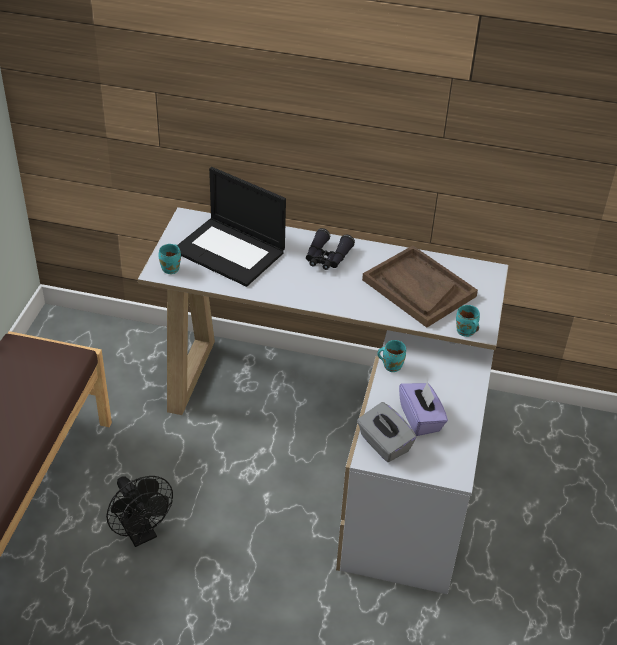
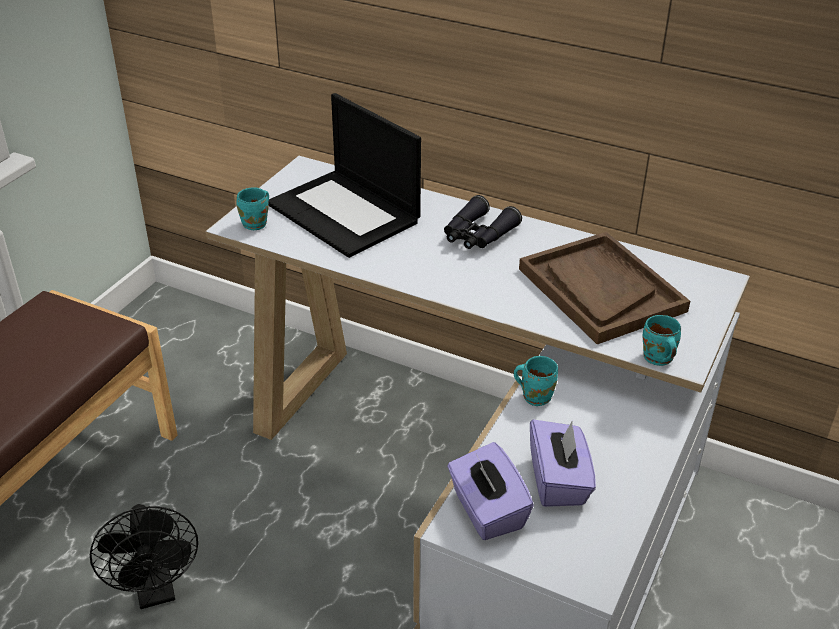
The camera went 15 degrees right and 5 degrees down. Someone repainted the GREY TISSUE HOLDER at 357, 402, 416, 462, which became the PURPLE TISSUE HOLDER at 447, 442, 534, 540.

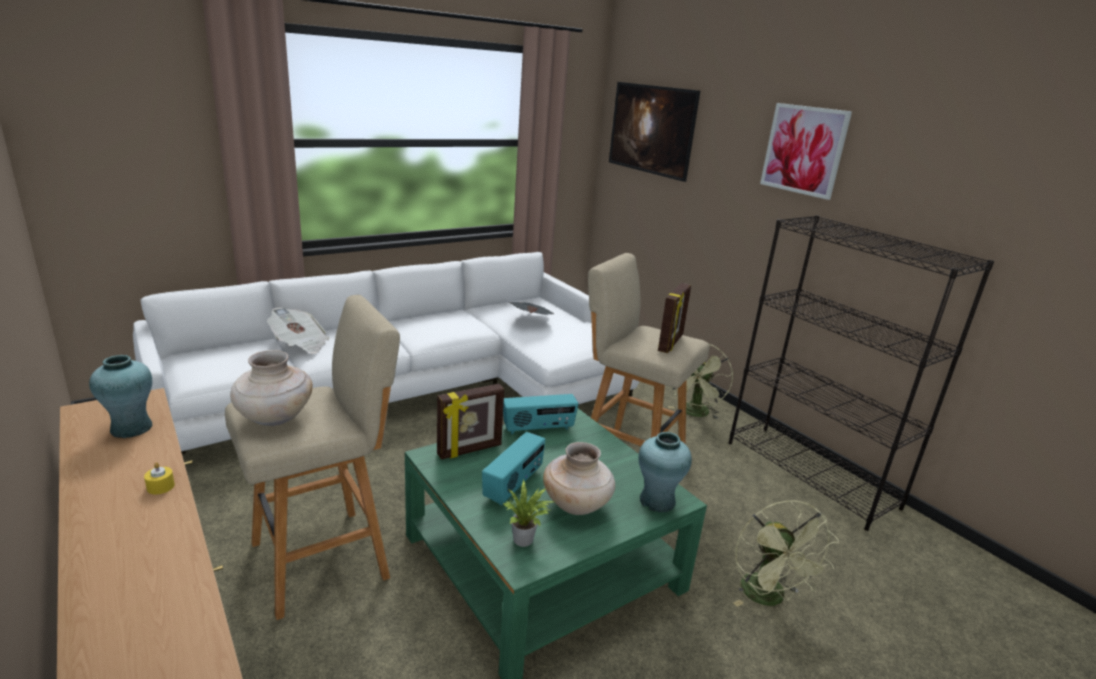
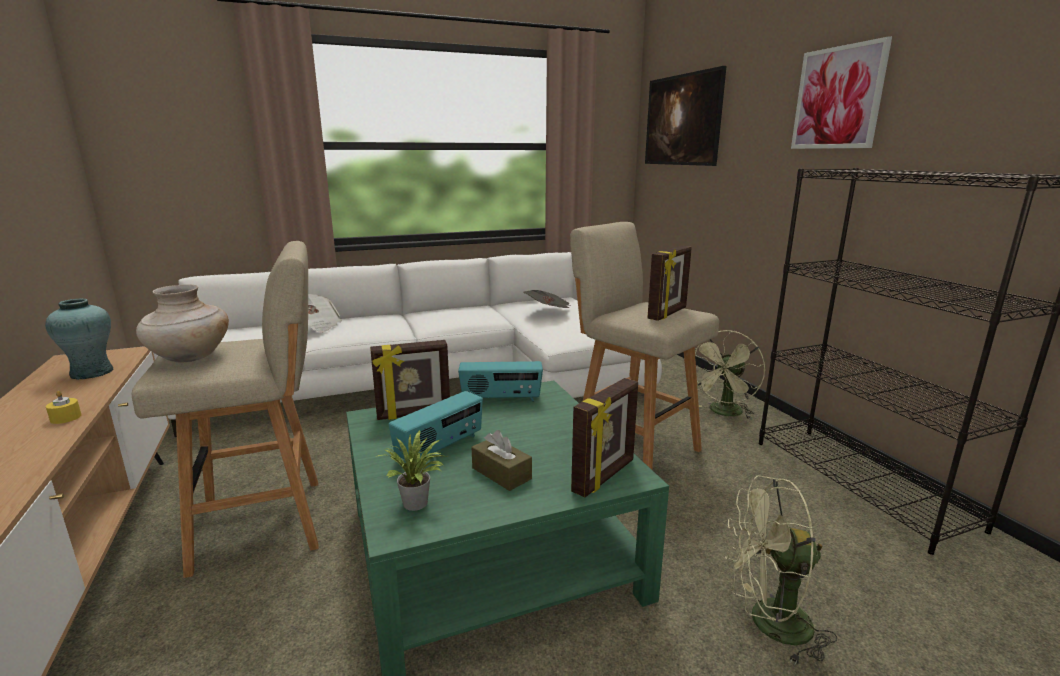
The camera went 15 degrees right and 5 degrees down. Someone swapped the BLUE-GREEN FLOWER VASE at 638, 432, 692, 512 for the STANDING FRAME at 571, 378, 638, 497. Someone swapped the BEIGE FLOWER VASE at 543, 442, 615, 515 for the BROWNISH TISSUE HOLDER at 472, 430, 532, 491. Someone rotated the GREEN ELECTRIC FAN at 733, 500, 839, 607 by 90 degrees clockwise.

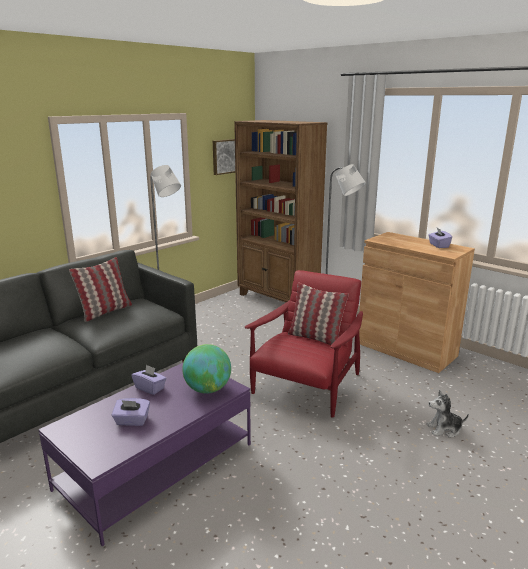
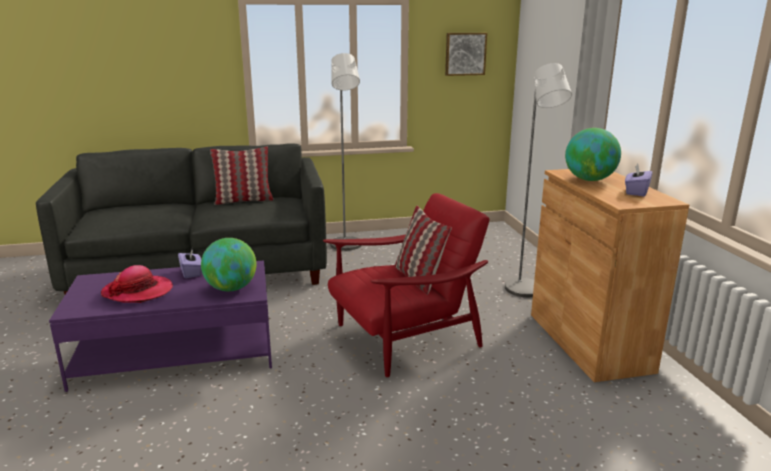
The camera went 35 degrees right and 0 degrees up. Someone took away the BROWNISH BOOKCASE at 234, 120, 327, 302. Someone took away the SOFT TOY at 427, 390, 469, 438. Someone swapped the PURPLE TISSUE HOLDER at 112, 398, 150, 426 for the WEARABLE HAT at 101, 265, 173, 303. Someone put down the WORLD GLOBE at 565, 128, 621, 181.

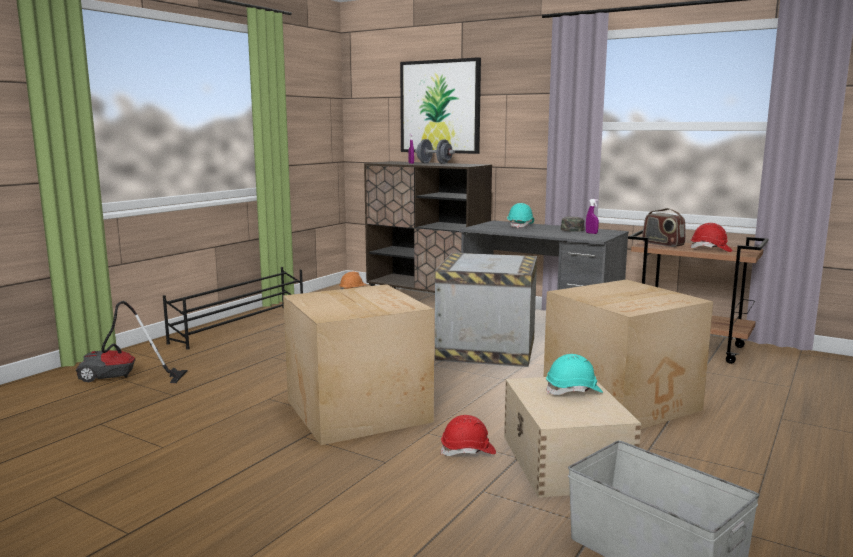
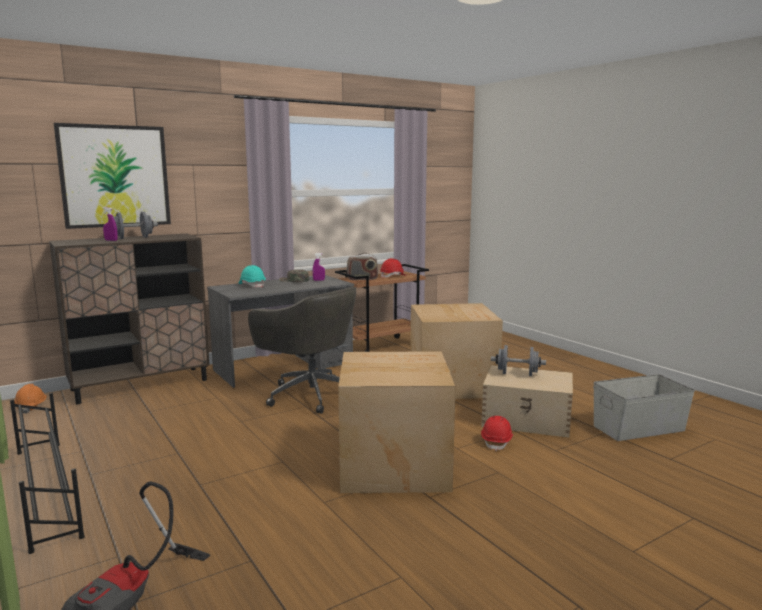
The camera went 65 degrees left and 0 degrees up. Someone swapped the PACKING CRATE at 435, 253, 537, 367 for the GREY COMPUTER CHAIR at 248, 286, 356, 414. Someone swapped the BLUE-GREEN WORK HELMET at 546, 354, 603, 395 for the GREY DUMBBELL at 491, 345, 546, 376.

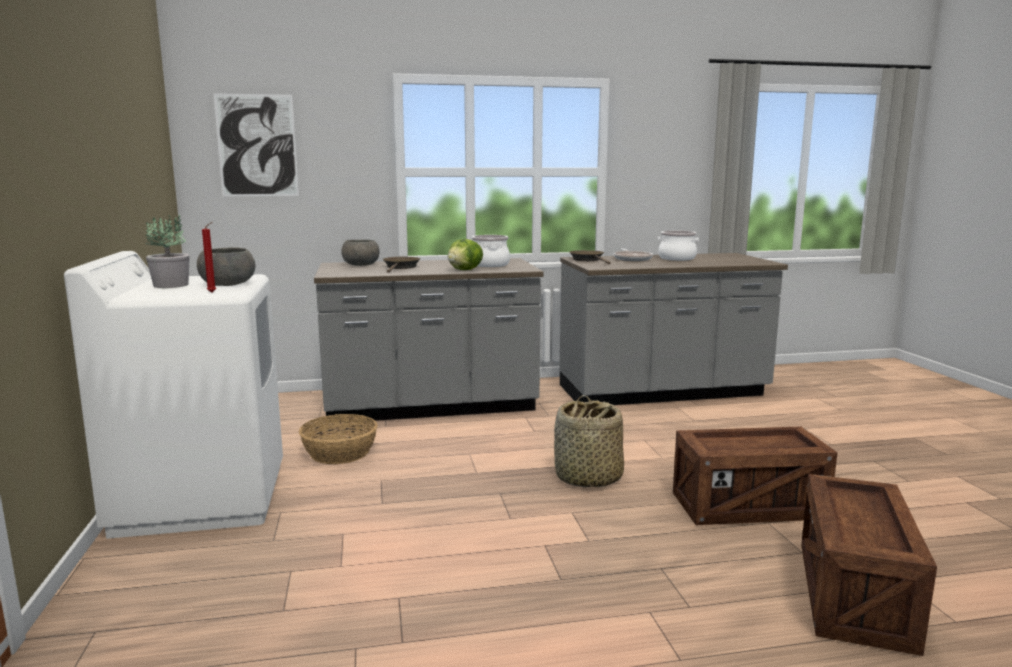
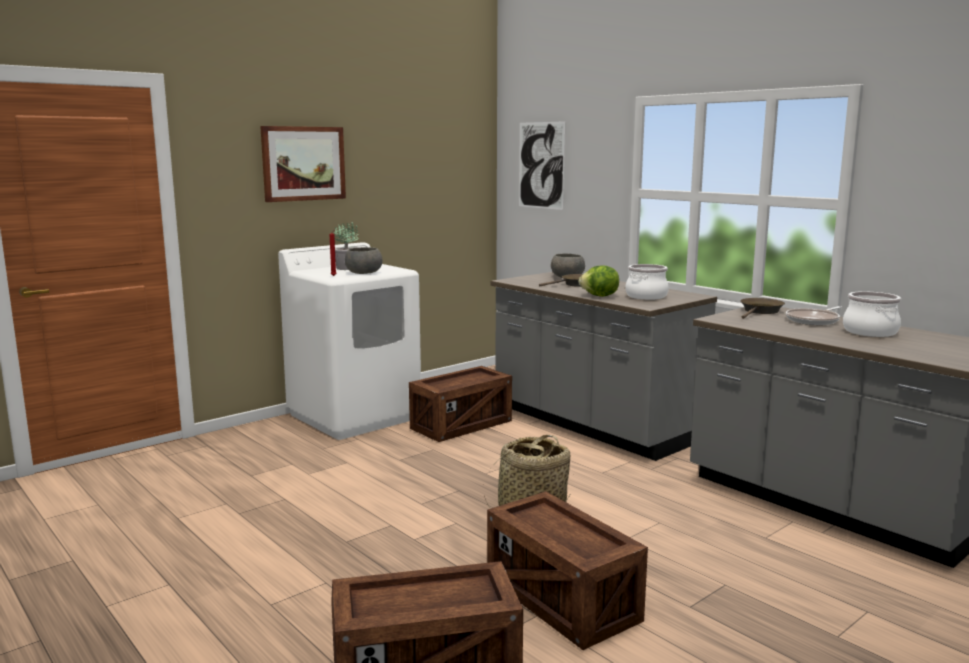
The camera went 60 degrees right and 0 degrees up. Someone swapped the BASKET at 299, 414, 378, 464 for the PACKING CRATE at 409, 366, 512, 442. Someone put up the WALL ART at 260, 126, 346, 202.

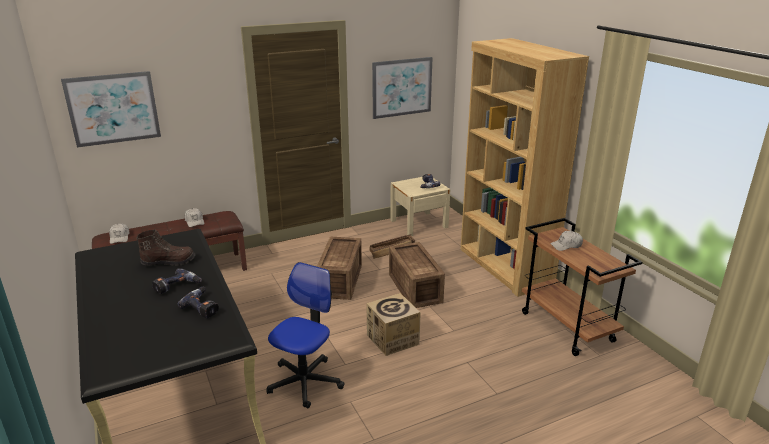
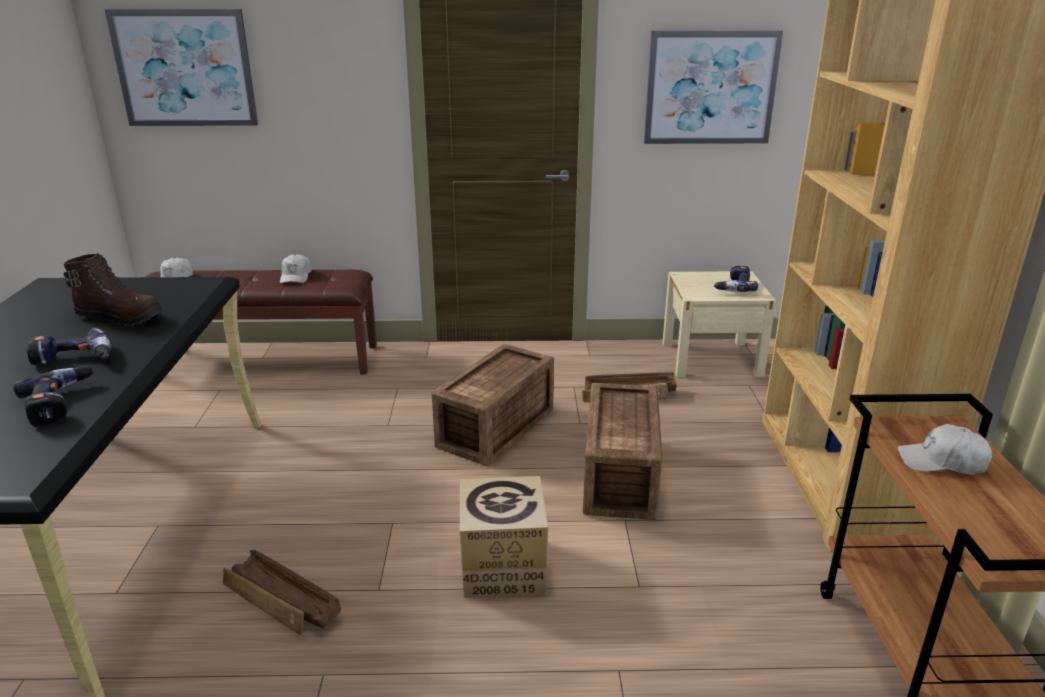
The camera went 25 degrees right and 0 degrees up. Someone swapped the COMPUTER CHAIR at 266, 262, 345, 408 for the PACKING CRATE at 223, 550, 341, 635.

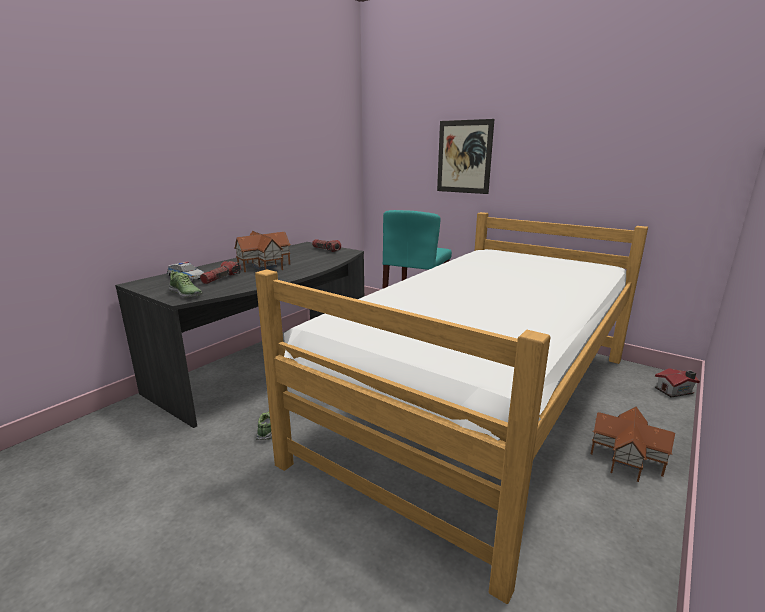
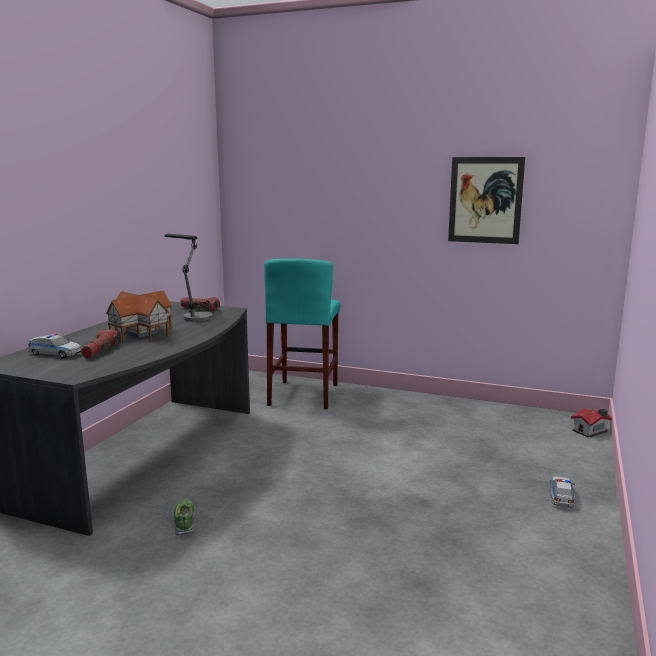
The camera went 15 degrees left and 5 degrees down. Someone carried the WALL ART from 437, 119, 494, 194 to 448, 157, 525, 244. Someone took away the BED at 255, 212, 648, 604. Someone took away the ITEM OF FOOTWEAR at 169, 270, 202, 298. Someone swapped the TOY HOUSE at 591, 407, 675, 482 for the MODEL CAR at 550, 476, 575, 508. Someone put down the TABLETOP LAMP at 164, 234, 213, 322.

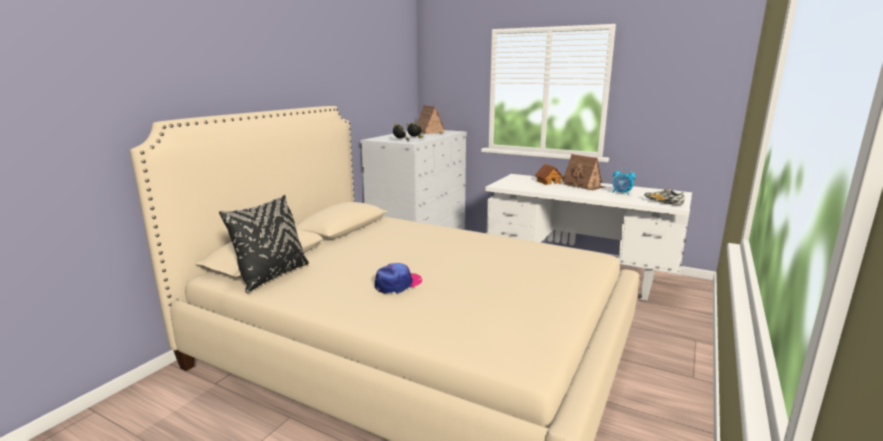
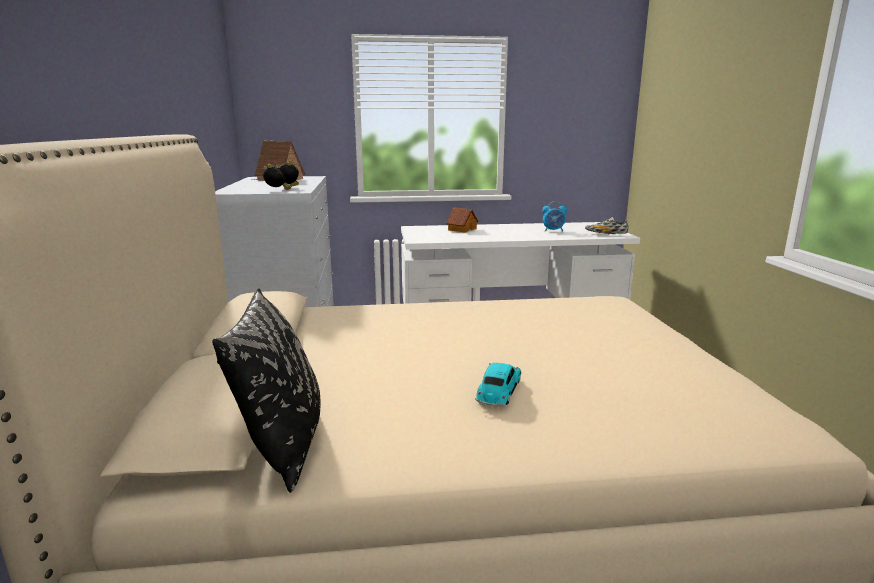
The camera went 35 degrees left and 0 degrees up. Someone took away the TOY HOUSE at 562, 154, 605, 191. Someone swapped the BASEBALL CAP at 375, 263, 422, 294 for the MODEL CAR at 475, 363, 521, 407.

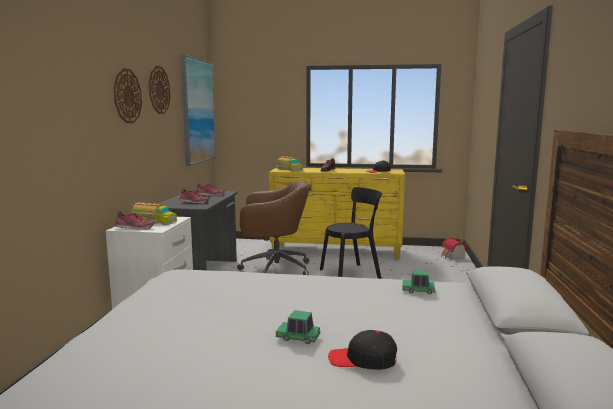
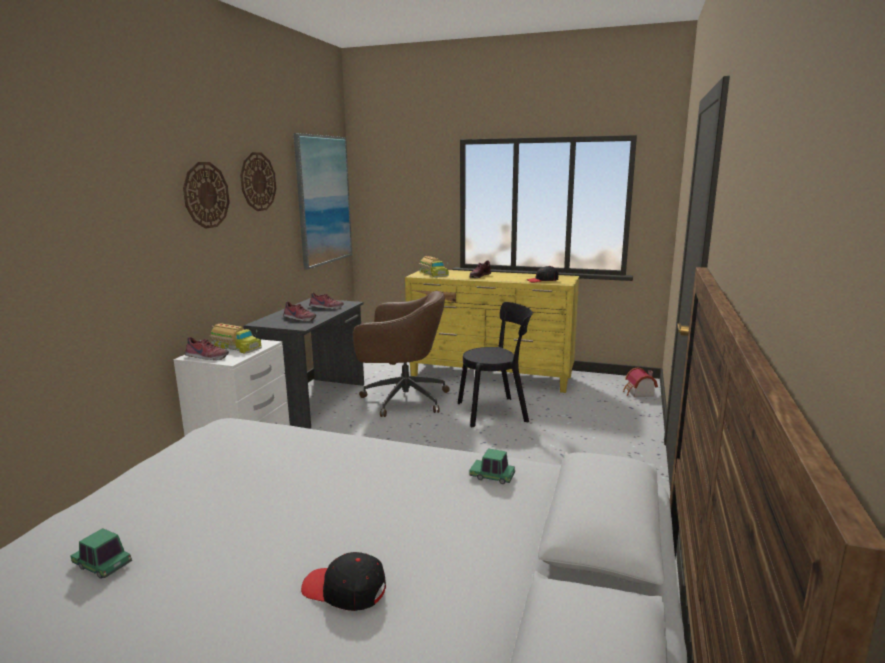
The camera went 10 degrees right and 5 degrees up. Someone carried the MODEL CAR from 276, 310, 321, 344 to 71, 528, 132, 579.

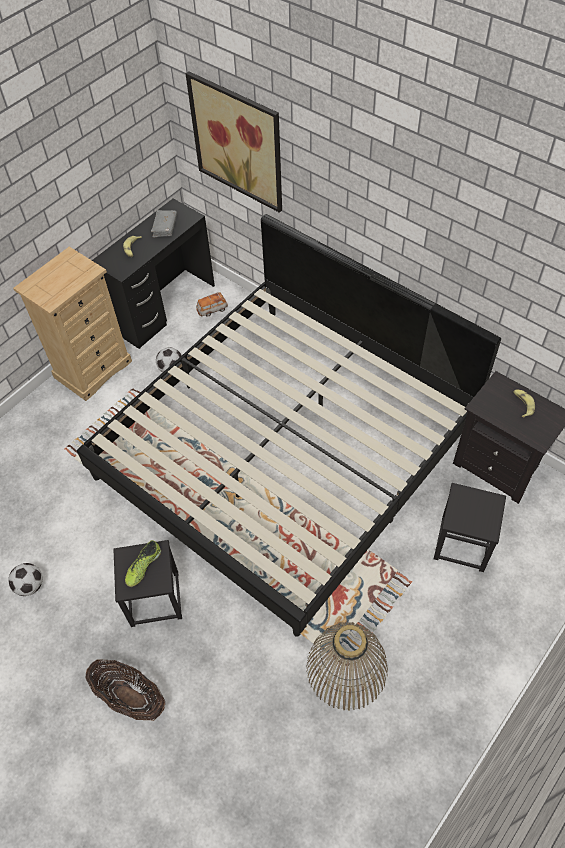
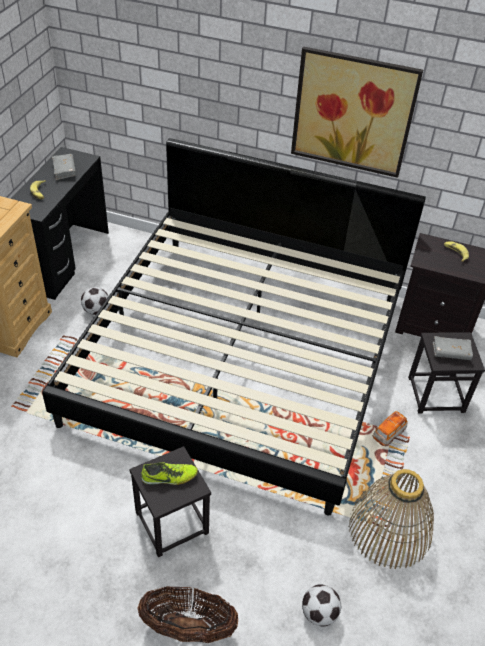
The camera went 25 degrees left and 10 degrees down. Someone carried the WALL ART from 186, 71, 282, 213 to 291, 47, 423, 178. Someone carried the MODEL CAR from 196, 292, 228, 317 to 373, 411, 407, 446. Someone rotated the ITEM OF FOOTWEAR at 125, 540, 161, 587 by 105 degrees counterclockwise. Someone carried the FOOTBALL from 8, 563, 43, 596 to 302, 584, 341, 626. Someone put down the GREY VOLUME at 433, 336, 473, 360.

